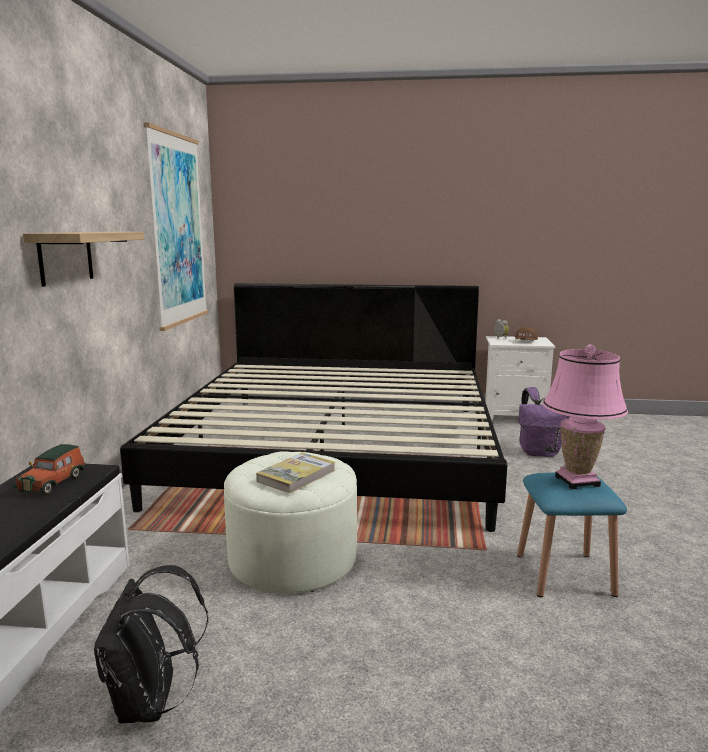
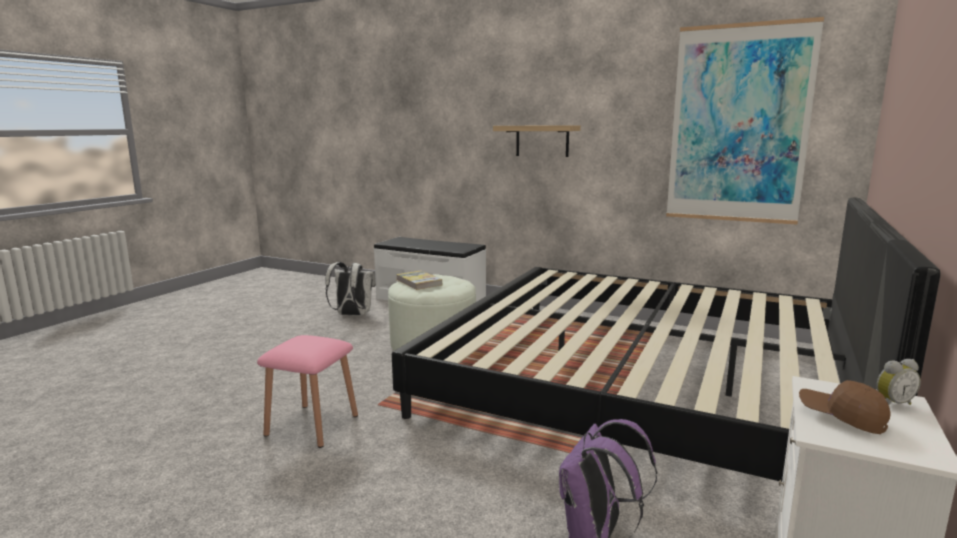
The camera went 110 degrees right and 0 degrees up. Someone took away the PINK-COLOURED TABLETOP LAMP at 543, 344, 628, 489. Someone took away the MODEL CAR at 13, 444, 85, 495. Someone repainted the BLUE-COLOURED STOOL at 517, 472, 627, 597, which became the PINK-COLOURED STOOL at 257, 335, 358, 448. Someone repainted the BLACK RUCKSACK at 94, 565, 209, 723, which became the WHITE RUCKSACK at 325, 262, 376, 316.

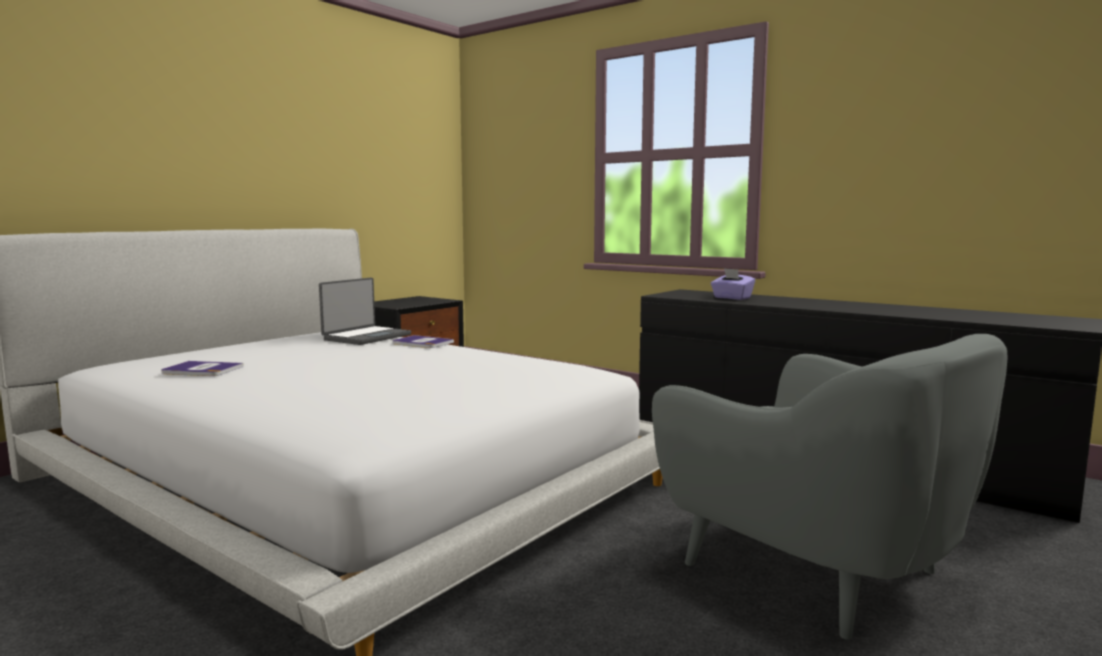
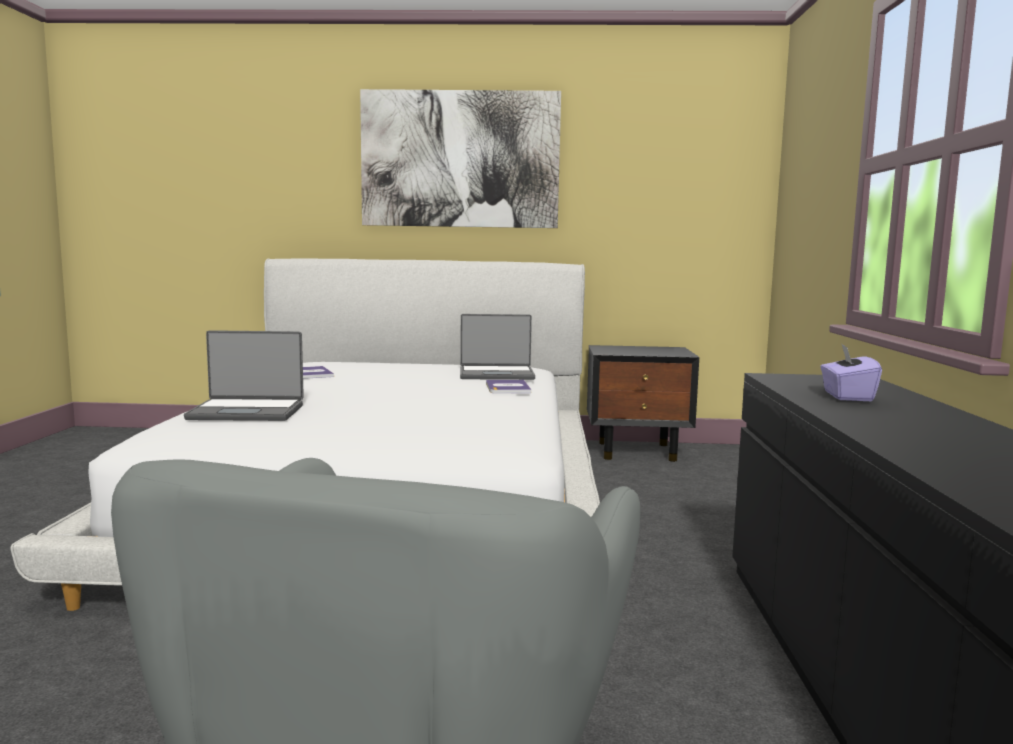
The camera went 55 degrees right and 0 degrees up. Someone put up the WALL ART at 360, 89, 561, 228. Someone put down the NOTEBOOK COMPUTER at 184, 330, 304, 421.

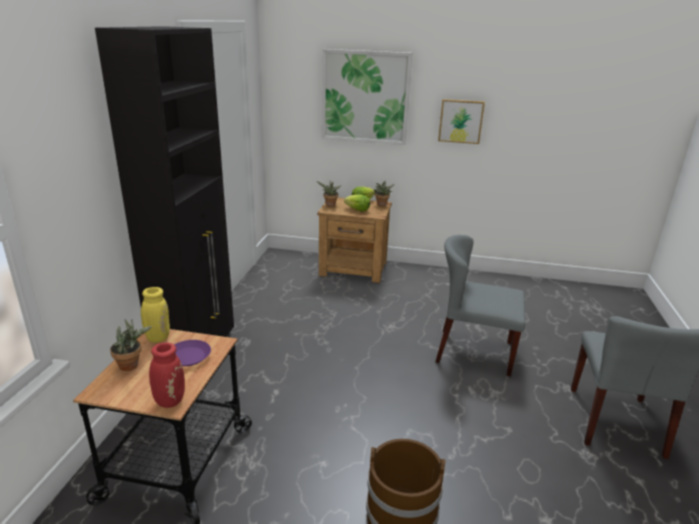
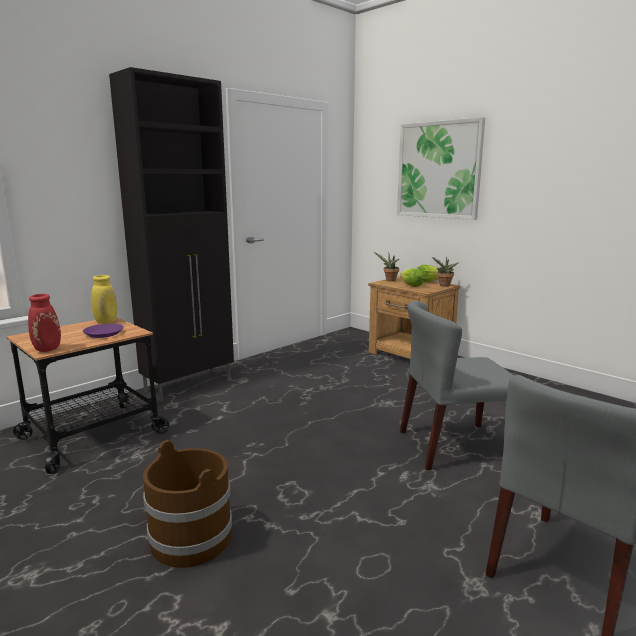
The camera went 35 degrees right and 10 degrees down. Someone took away the WALL ART at 438, 99, 485, 144. Someone rotated the GREY PLAIN CHAIR at 435, 235, 525, 376 by 60 degrees counterclockwise. Someone took away the POTTED PLANT at 110, 319, 152, 371.

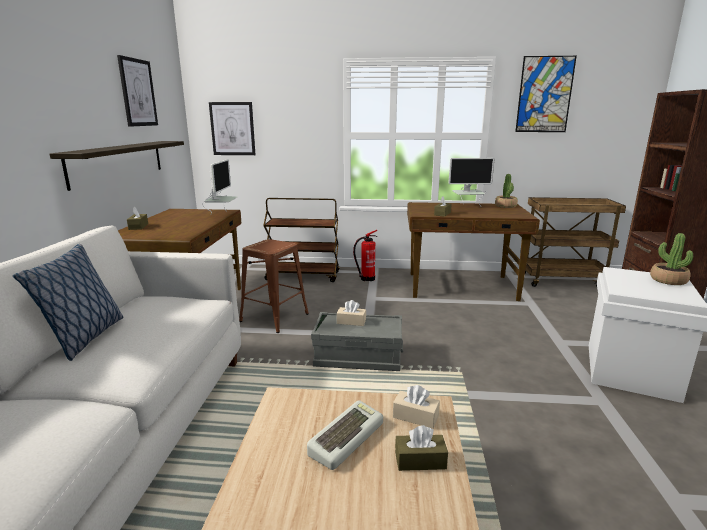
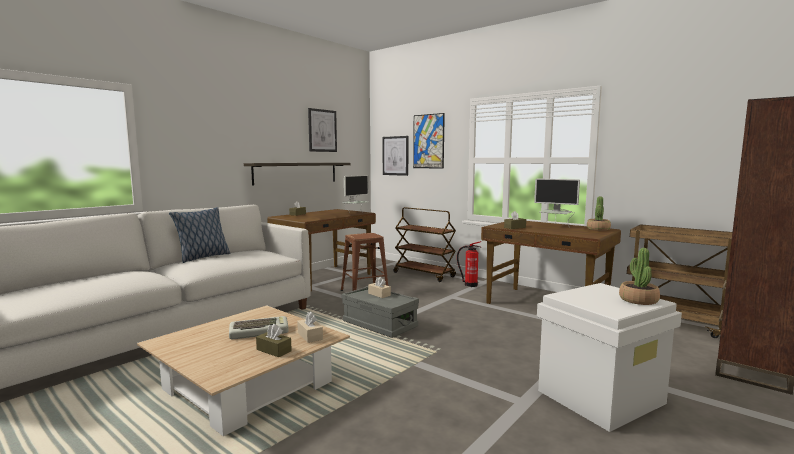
The camera went 35 degrees right and 10 degrees down. Someone carried the WALL ART from 515, 56, 577, 132 to 413, 113, 445, 169.

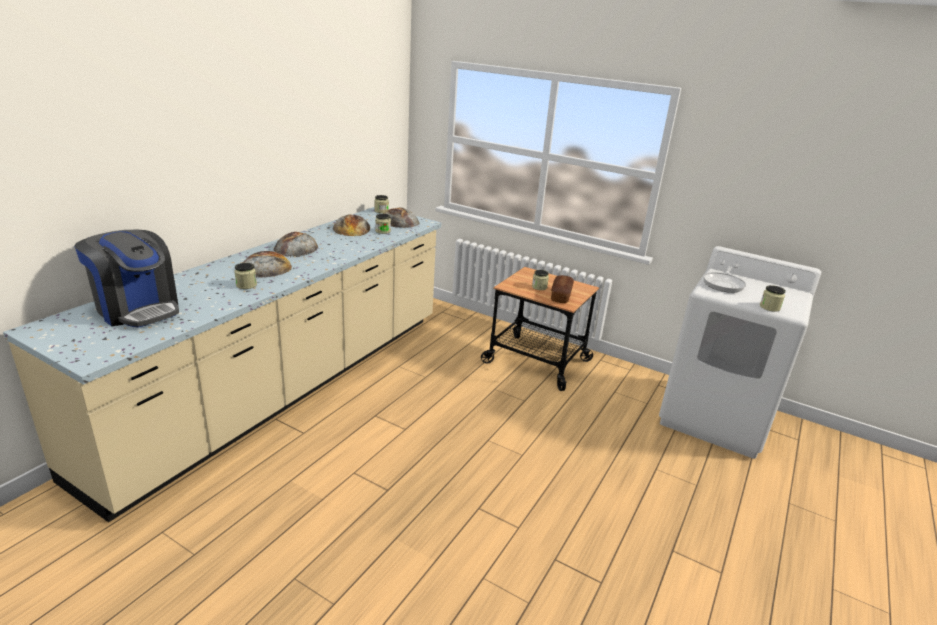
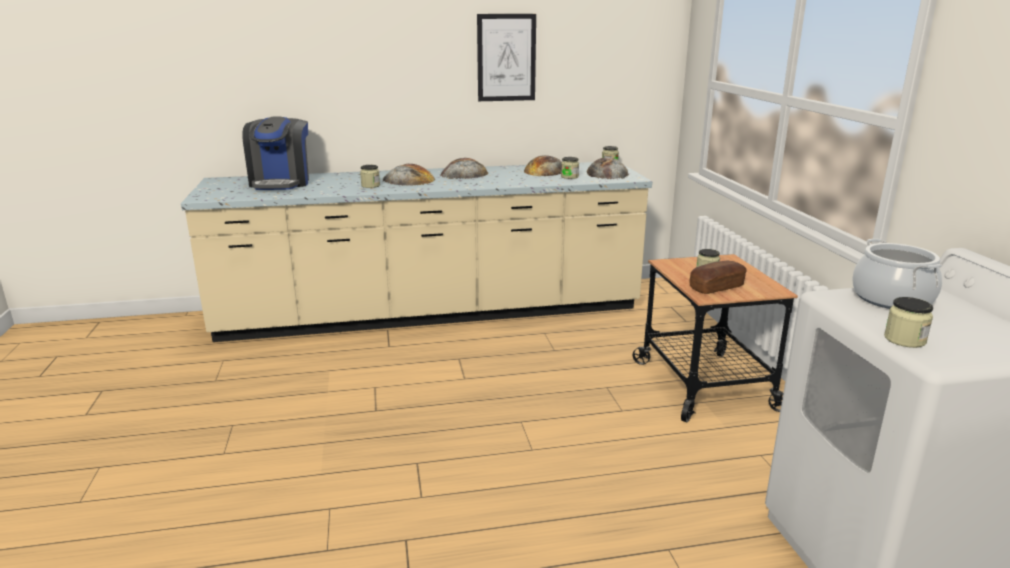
The camera went 50 degrees right and 5 degrees down. Someone swapped the PAN at 703, 266, 746, 293 for the COOKING POT at 852, 239, 942, 309. Someone put up the WALL ART at 477, 14, 536, 101.

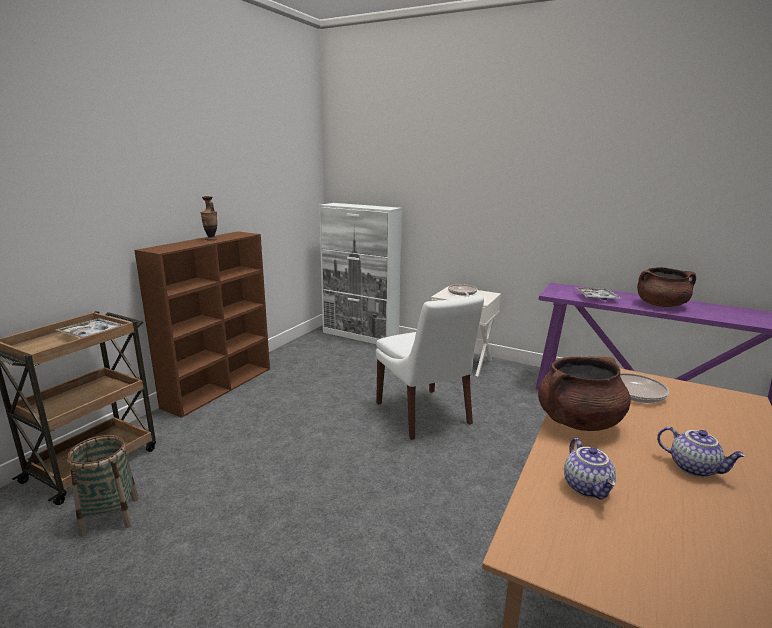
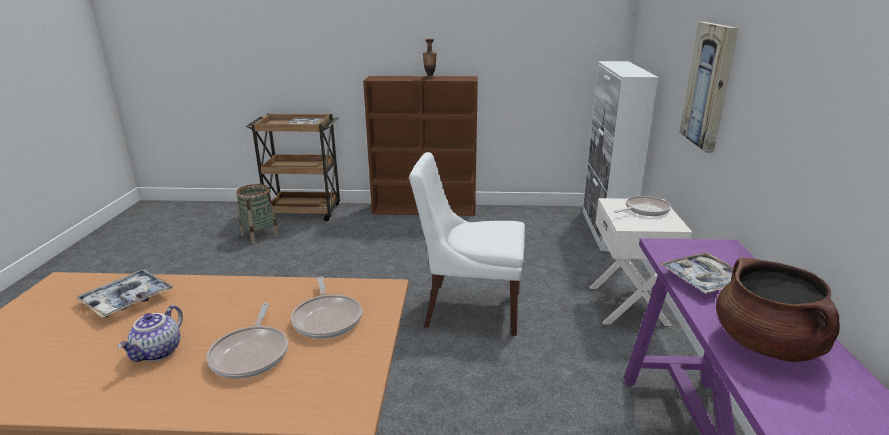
The camera went 65 degrees right and 5 degrees up. Someone rotated the WHITE PLAIN CHAIR at 376, 295, 484, 440 by 60 degrees clockwise. Someone took away the BROWNISH COOKING POT at 538, 356, 631, 431. Someone swapped the TEA POT at 564, 438, 616, 500 for the CARRYING TRAY at 76, 270, 174, 318. Someone put up the WALL ART at 679, 22, 739, 153. Someone put down the PAN at 206, 303, 288, 379.

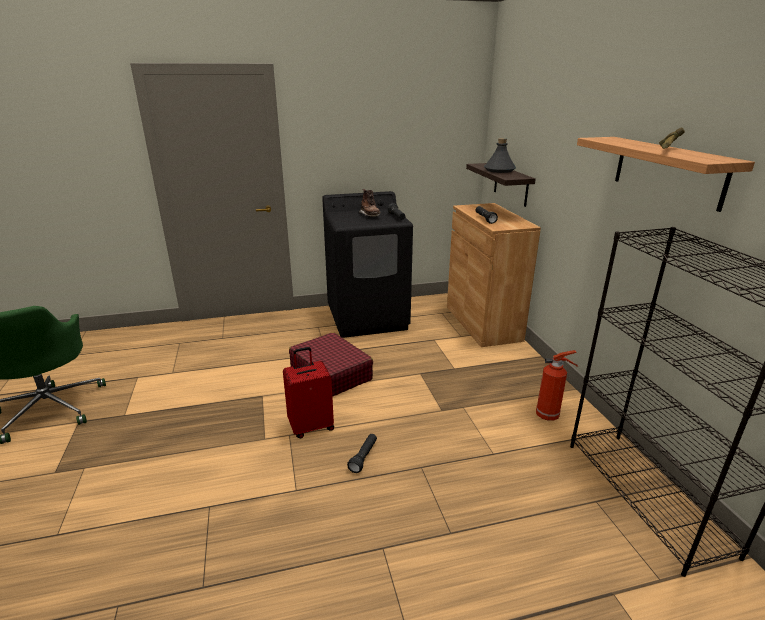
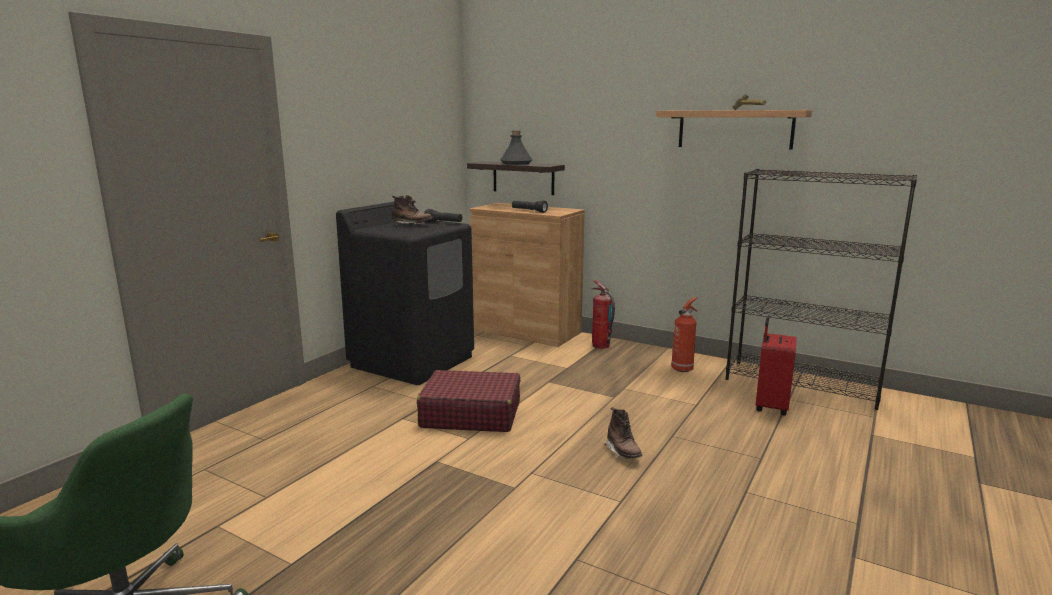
The camera went 45 degrees left and 10 degrees down. Someone carried the RED-COLOURED TRAVEL CASE from 283, 347, 334, 438 to 755, 317, 796, 416. Someone swapped the BLACK HAND TORCH at 347, 434, 377, 473 for the BROWNISH HIGH-TOP BOOT at 605, 407, 642, 459. Someone put down the EXTINGUISHER at 592, 280, 615, 349.

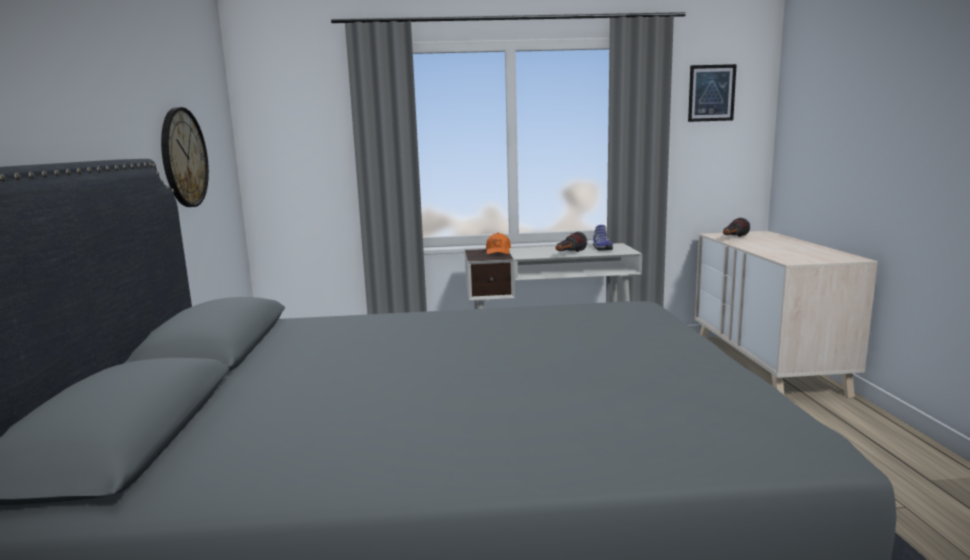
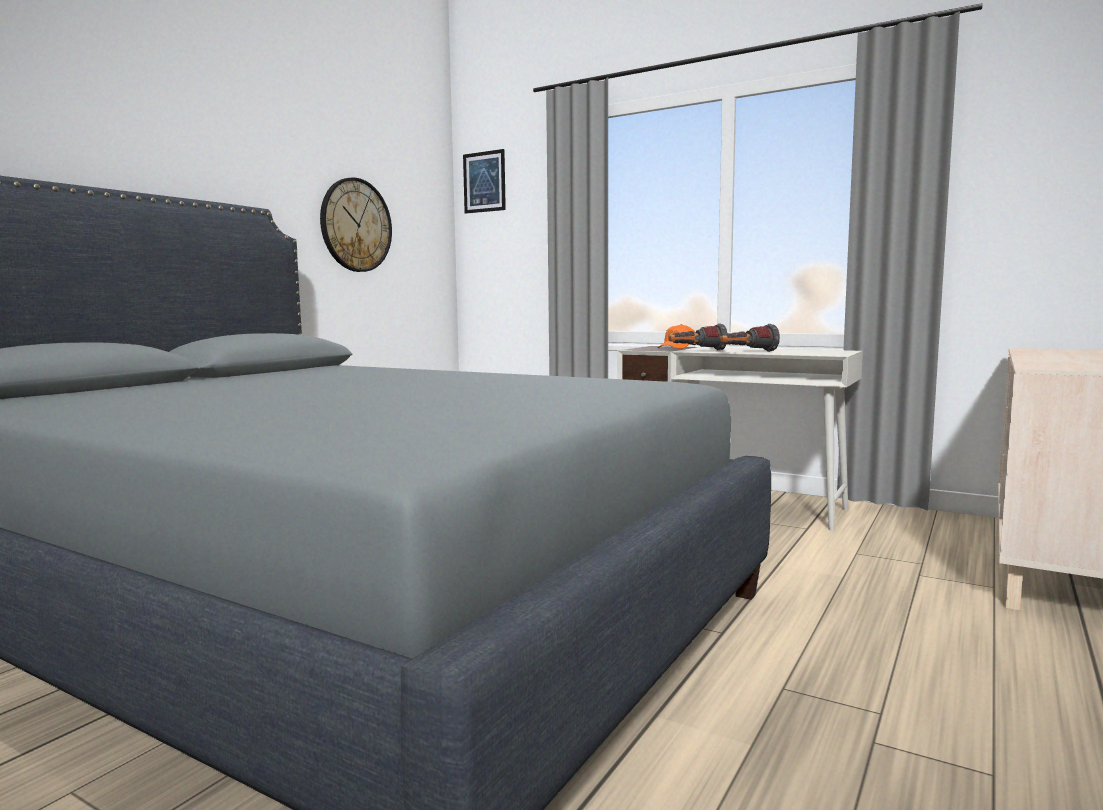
The camera went 35 degrees right and 5 degrees down. Someone carried the WALL ART from 688, 64, 737, 122 to 463, 149, 506, 214. Someone carried the HAND TORCH from 723, 218, 750, 237 to 669, 324, 727, 351. Someone took away the ITEM OF FOOTWEAR at 593, 225, 613, 251.

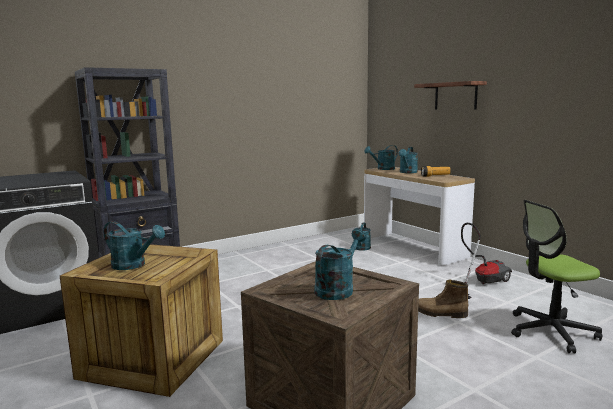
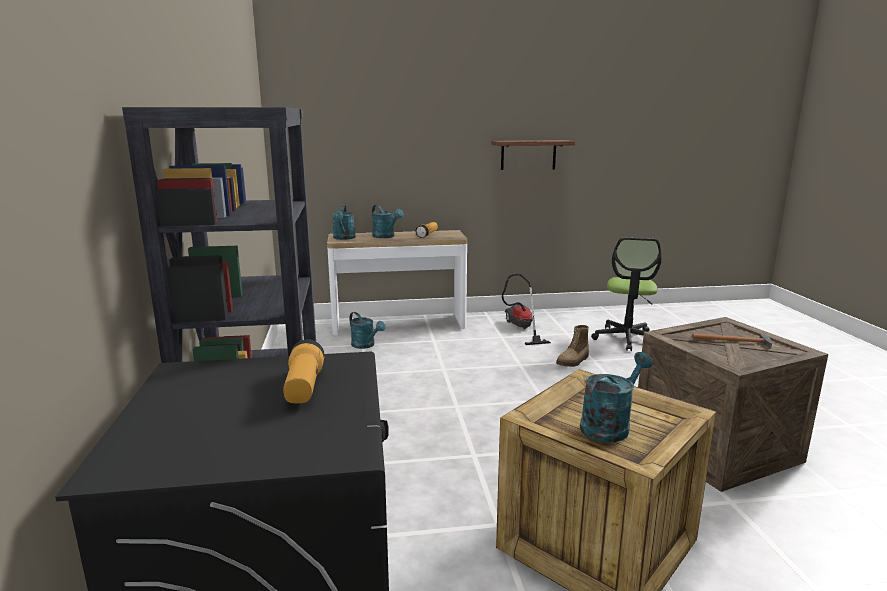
The camera went 65 degrees left and 5 degrees up. Someone carried the BRACKET SHELF from 414, 81, 487, 109 to 491, 140, 575, 170. Someone swapped the BLUE-GREEN WATERING POT at 314, 229, 366, 300 for the HAMMER at 692, 334, 772, 349. Someone put down the HAND TORCH at 283, 339, 325, 404.

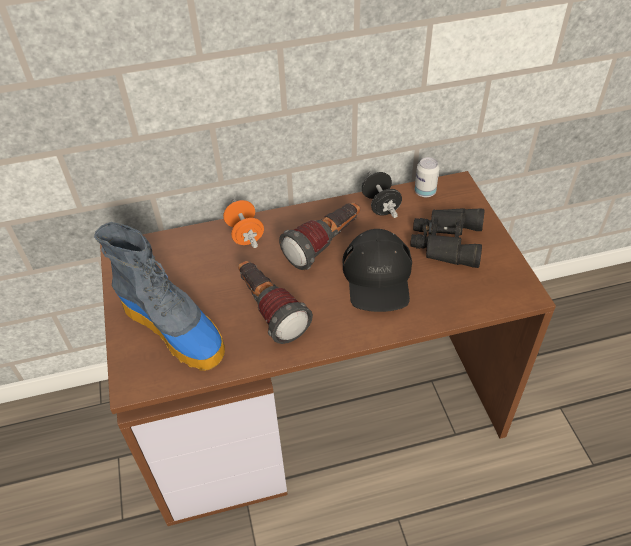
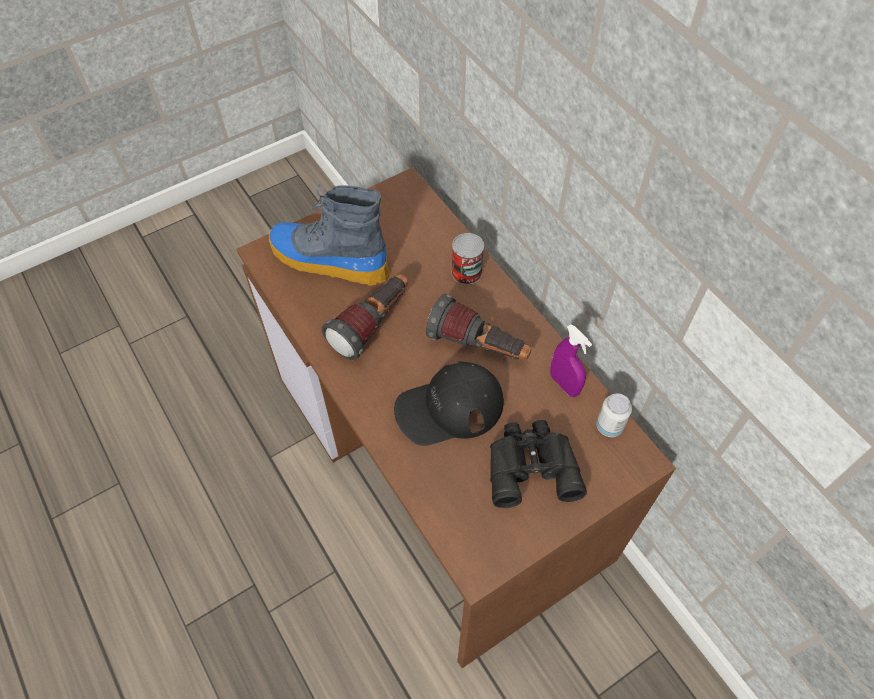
The camera went 70 degrees right and 10 degrees up. Someone swapped the BLACK DUMBBELL at 362, 171, 402, 218 for the PURPLE SPRAY BOTTLE at 550, 324, 592, 397. Someone swapped the ORANGEY DUMBBELL at 223, 199, 264, 248 for the SEALED CAN at 452, 233, 484, 285. Someone rotated the HIGH-TOP BOOT at 94, 222, 225, 371 by 90 degrees clockwise.

